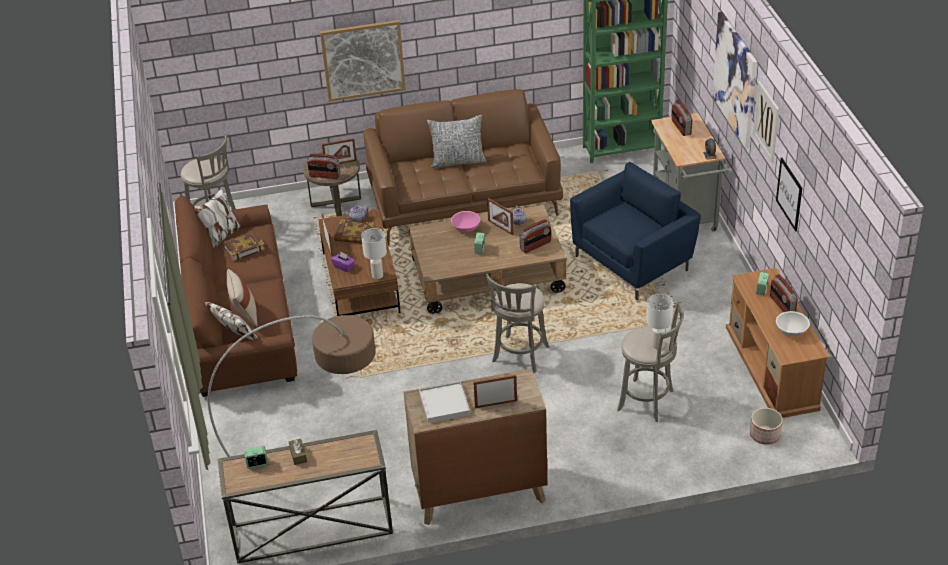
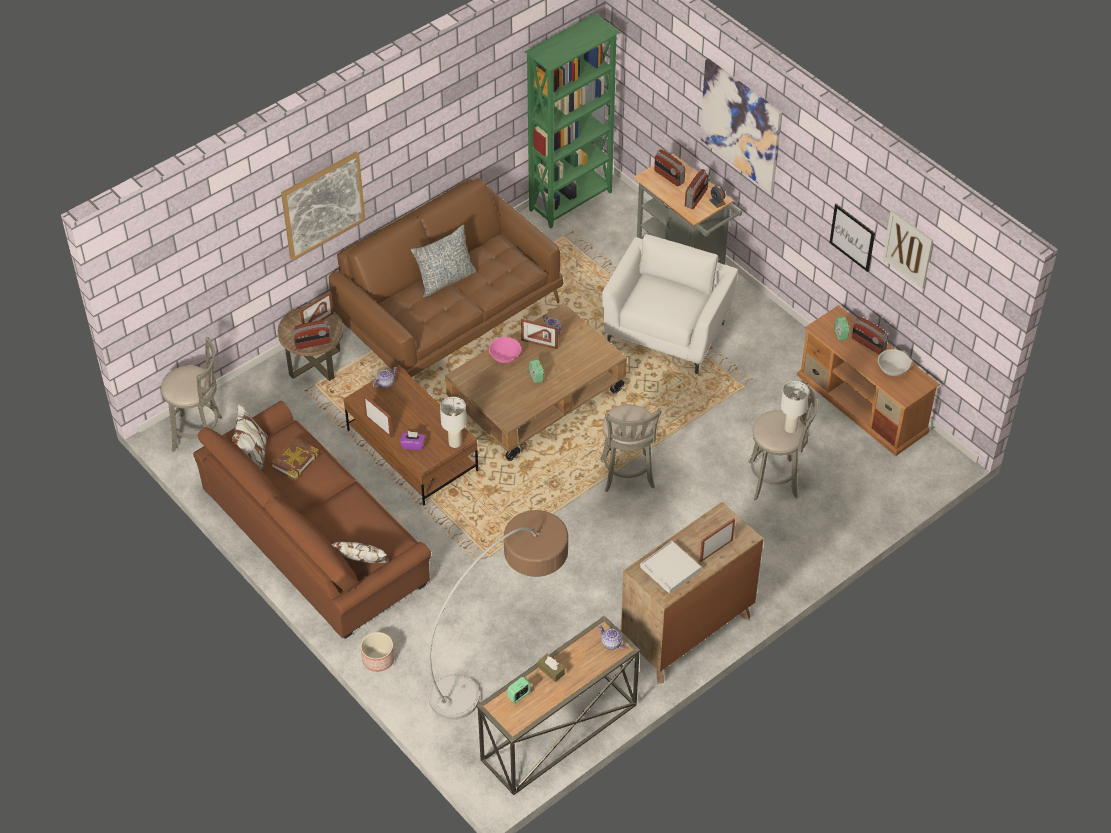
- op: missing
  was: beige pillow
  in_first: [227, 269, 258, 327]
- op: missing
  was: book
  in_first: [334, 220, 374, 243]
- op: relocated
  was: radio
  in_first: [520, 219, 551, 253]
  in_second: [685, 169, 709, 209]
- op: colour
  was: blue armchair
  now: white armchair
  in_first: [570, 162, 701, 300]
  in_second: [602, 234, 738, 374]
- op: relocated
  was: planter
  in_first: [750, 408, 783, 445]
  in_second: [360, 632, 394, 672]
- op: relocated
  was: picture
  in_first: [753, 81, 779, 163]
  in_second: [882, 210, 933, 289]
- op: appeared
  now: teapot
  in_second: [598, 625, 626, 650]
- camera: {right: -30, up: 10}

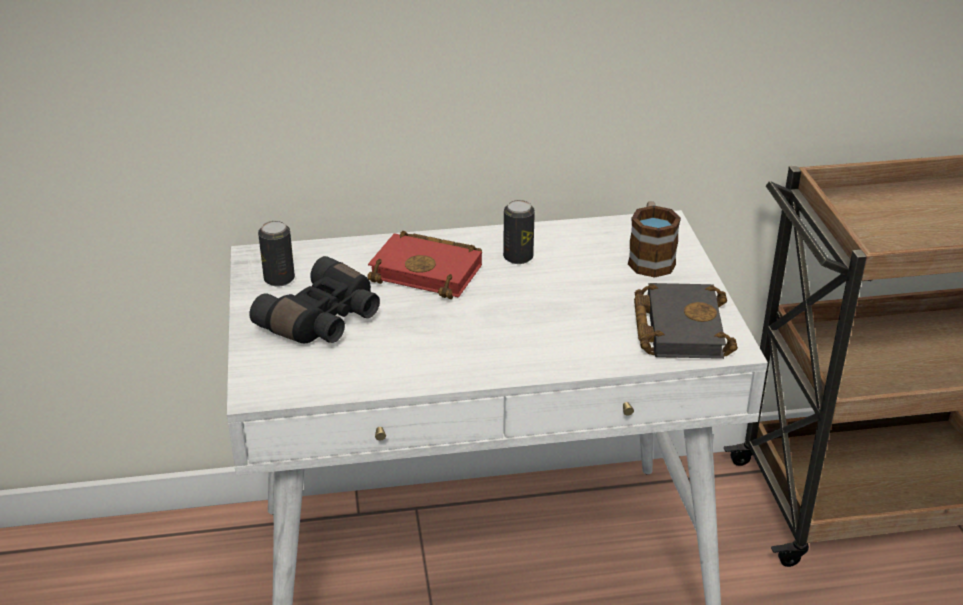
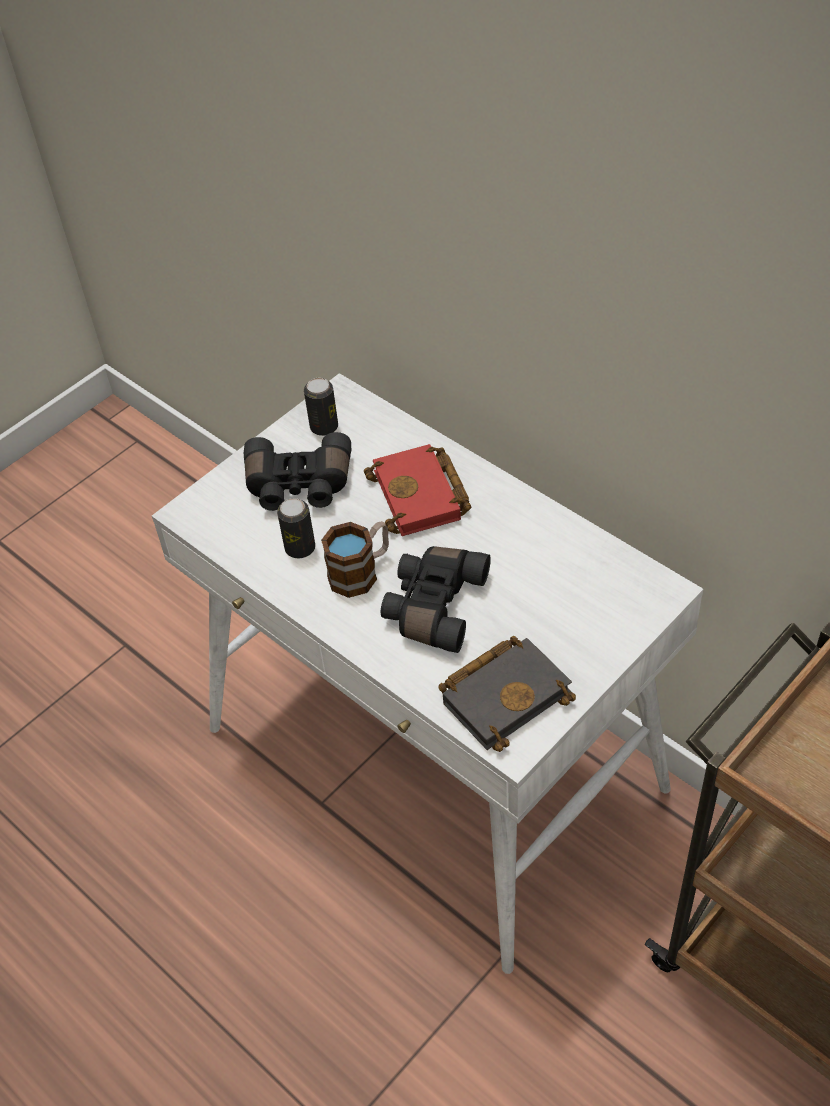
- op: relocated
  was: can
  in_first: [503, 200, 535, 264]
  in_second: [277, 498, 315, 558]
- op: relocated
  was: mug
  in_first: [628, 201, 681, 278]
  in_second: [321, 521, 389, 598]
- op: appeared
  now: black binoculars
  in_second: [381, 546, 491, 653]
- camera: {right: 55, up: 15}

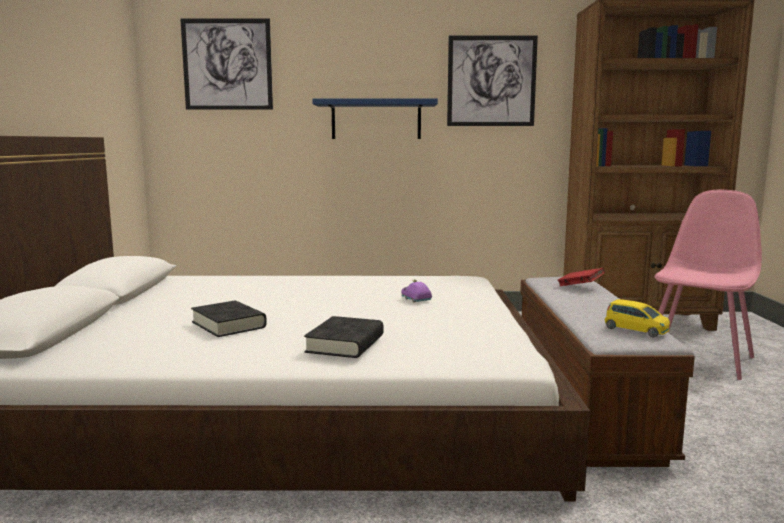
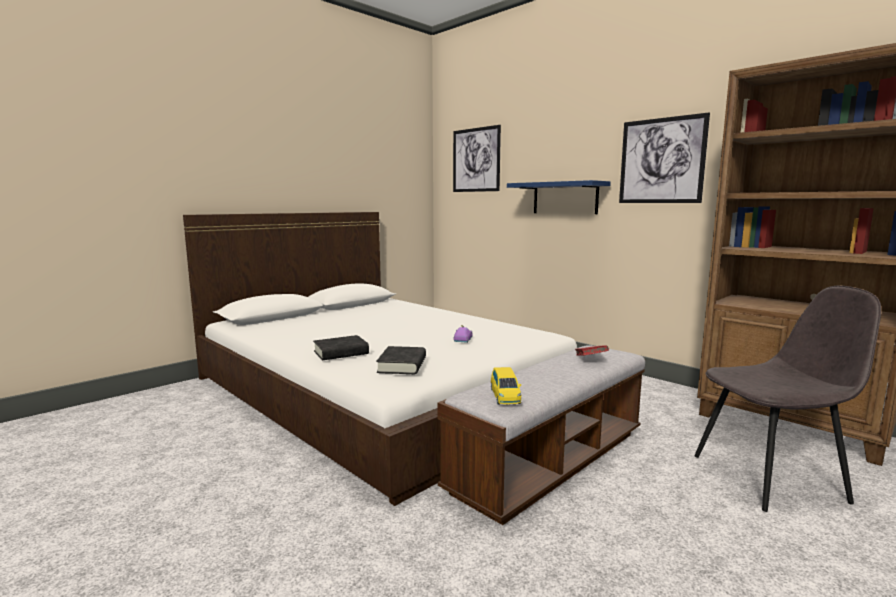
- op: relocated
  was: black book
  in_first: [191, 301, 267, 337]
  in_second: [376, 346, 426, 374]
- op: colour
  was: pink chair
  now: grey chair
  in_first: [654, 190, 762, 380]
  in_second: [695, 285, 881, 512]
- camera: {right: 45, up: 0}

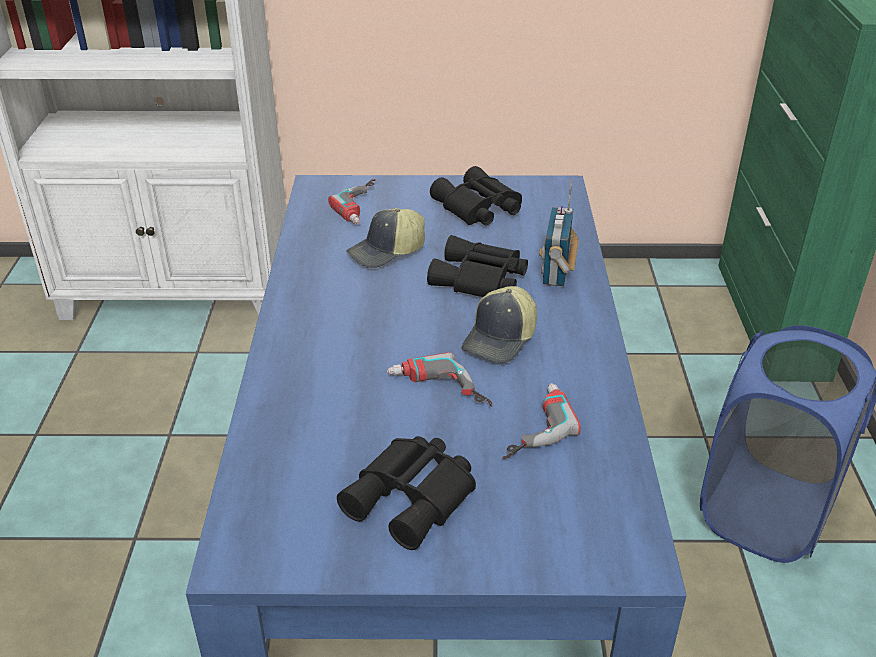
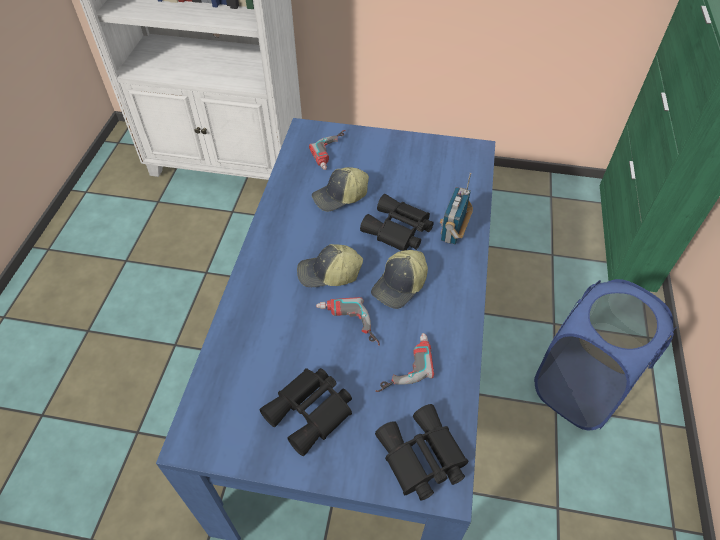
- op: relocated
  was: black binoculars
  in_first: [430, 166, 522, 225]
  in_second: [375, 404, 468, 501]
- op: appeared
  now: cap
  in_second: [297, 244, 363, 287]
- camera: {right: 10, up: 15}

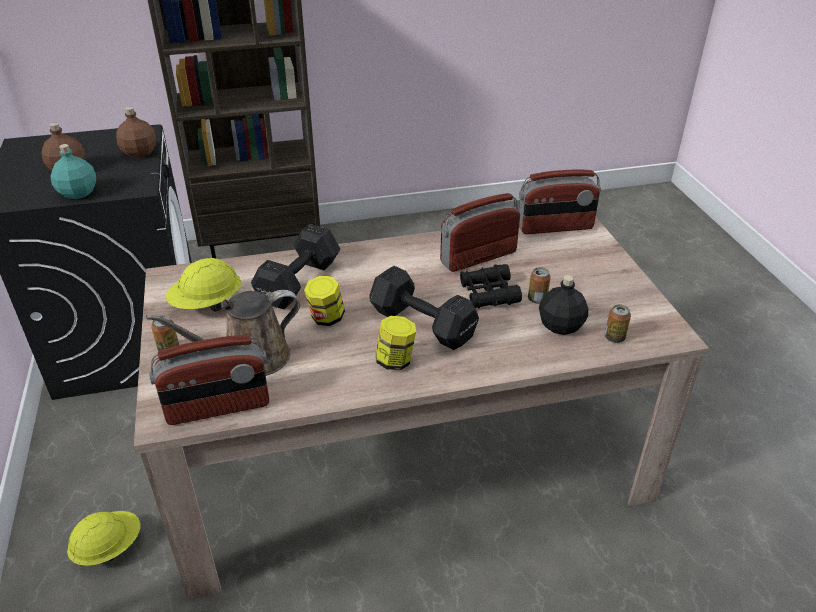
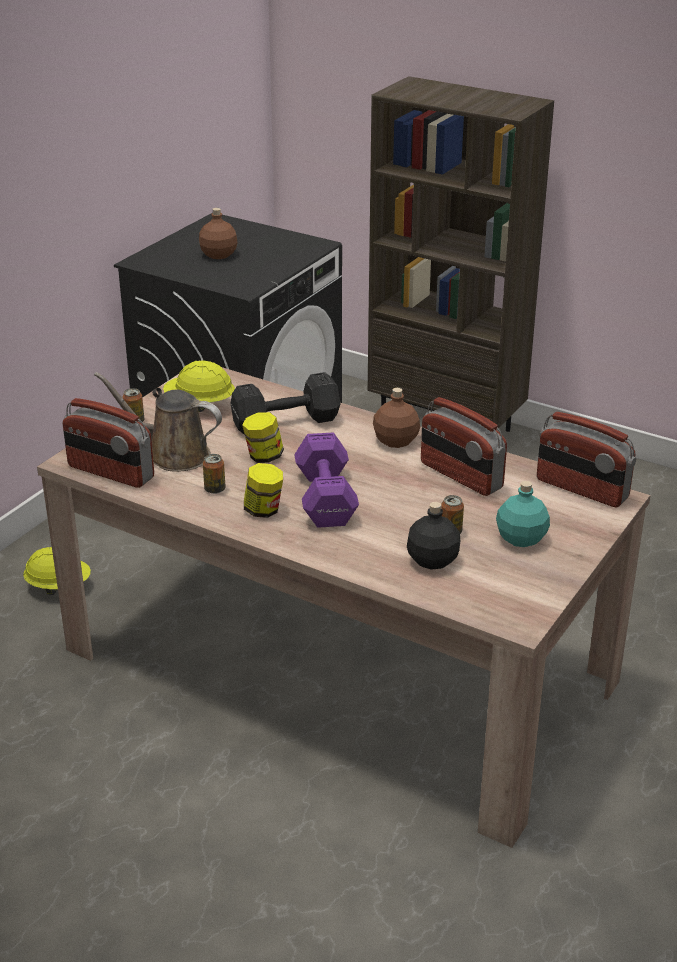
- op: relocated
  was: turquoise bottle
  in_first: [50, 144, 96, 199]
  in_second: [496, 481, 550, 547]
- op: relocated
  was: brown bottle
  in_first: [116, 107, 156, 158]
  in_second: [373, 388, 420, 448]
- op: colour
  was: black dumbbell
  now: purple dumbbell
  in_first: [369, 266, 479, 350]
  in_second: [294, 432, 359, 528]
- op: spun
  was: radio
  in_first: [440, 193, 520, 272]
  in_second: [421, 397, 507, 496]
  clockwise: -150
- op: missing
  was: black binoculars
  in_first: [460, 264, 522, 309]
- op: relocated
  was: can
  in_first: [605, 304, 631, 343]
  in_second: [203, 454, 226, 494]
- camera: {right: 45, up: -5}

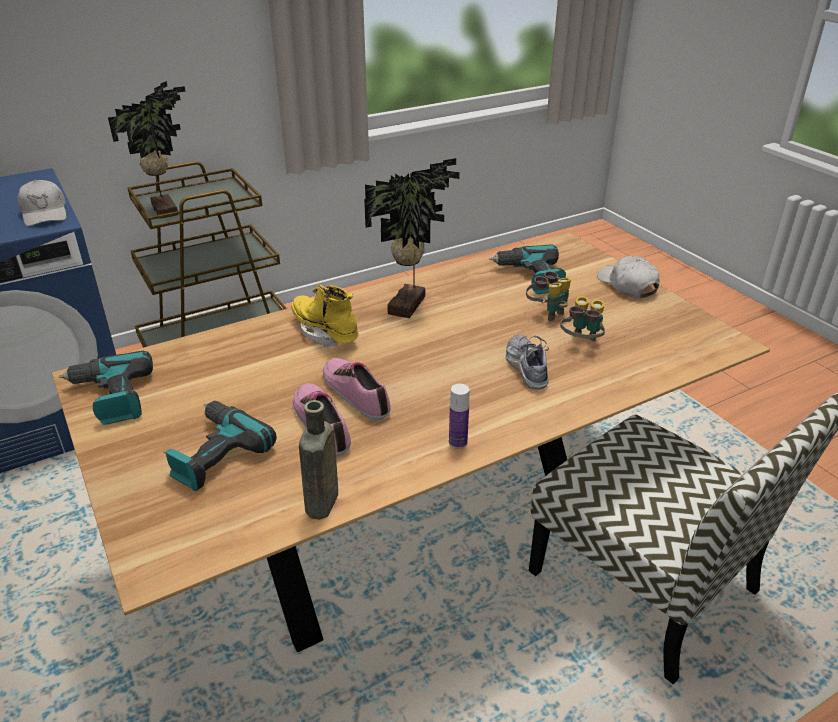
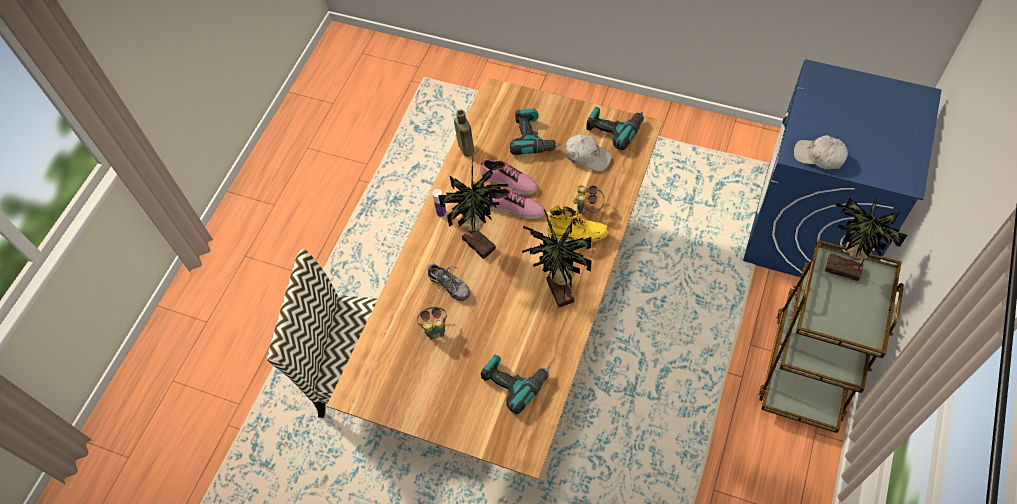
- op: relocated
  was: binoculars
  in_first: [526, 271, 571, 321]
  in_second: [573, 185, 604, 214]
- op: relocated
  was: white cap
  in_first: [597, 256, 659, 298]
  in_second: [565, 134, 612, 172]
- op: appeared
  now: potted plant
  in_second: [438, 156, 508, 259]
- camera: {right: 145, up: 25}

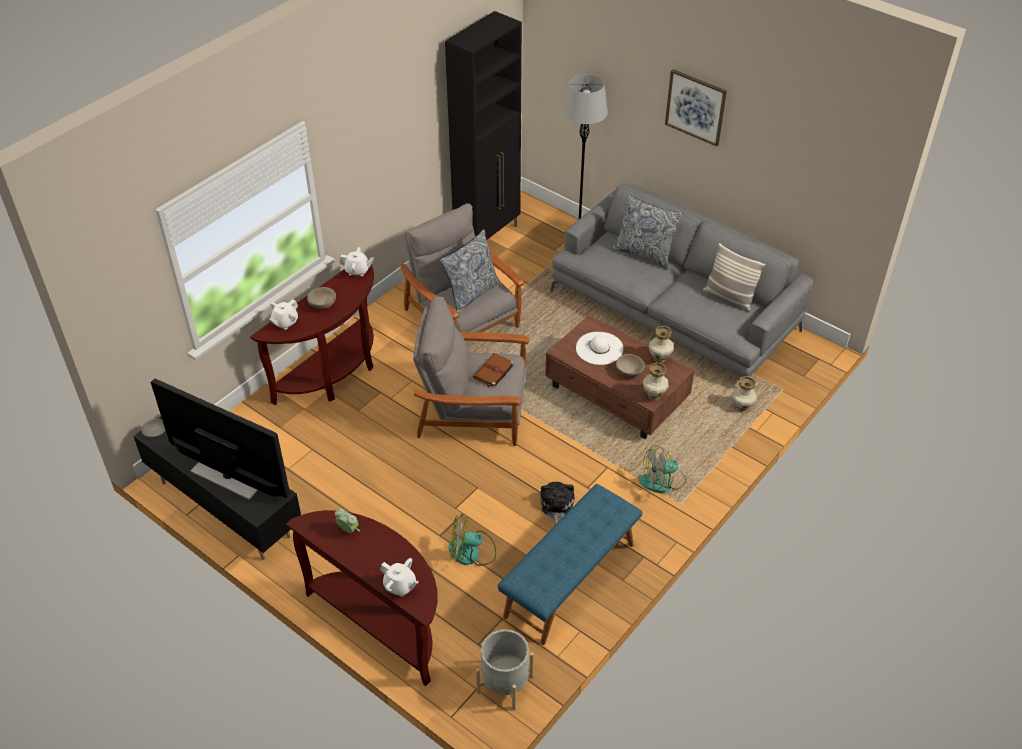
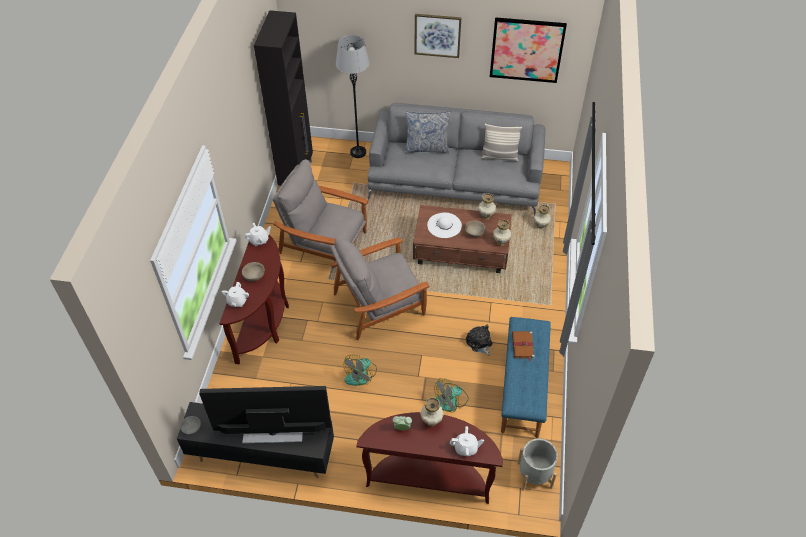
- op: missing
  was: pillow
  in_first: [440, 229, 501, 313]
- op: relocated
  was: brown book
  in_first: [473, 353, 514, 388]
  in_second: [512, 331, 535, 361]
- op: relocated
  was: fan
  in_first: [639, 445, 686, 494]
  in_second: [344, 354, 377, 386]
- op: appeared
  now: vase
  in_second: [420, 397, 444, 426]
- op: appeared
  now: picture
  in_second: [490, 17, 567, 83]
- camera: {right: -30, up: 5}

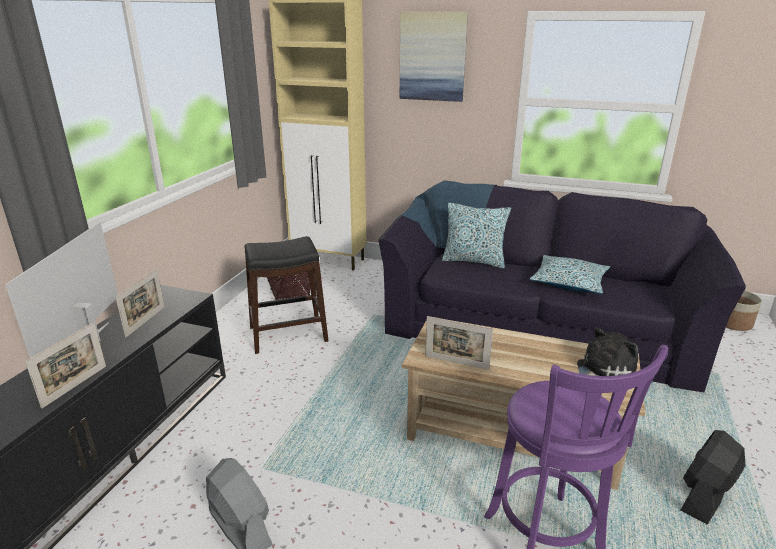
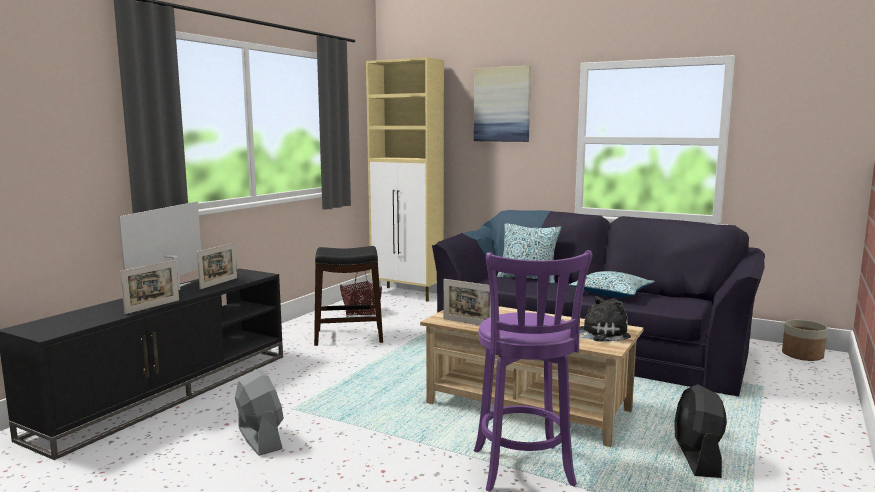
- op: spun
  was: black fan
  in_first: [681, 430, 746, 525]
  in_second: [674, 384, 727, 478]
  clockwise: -45
- camera: {right: 10, up: -15}

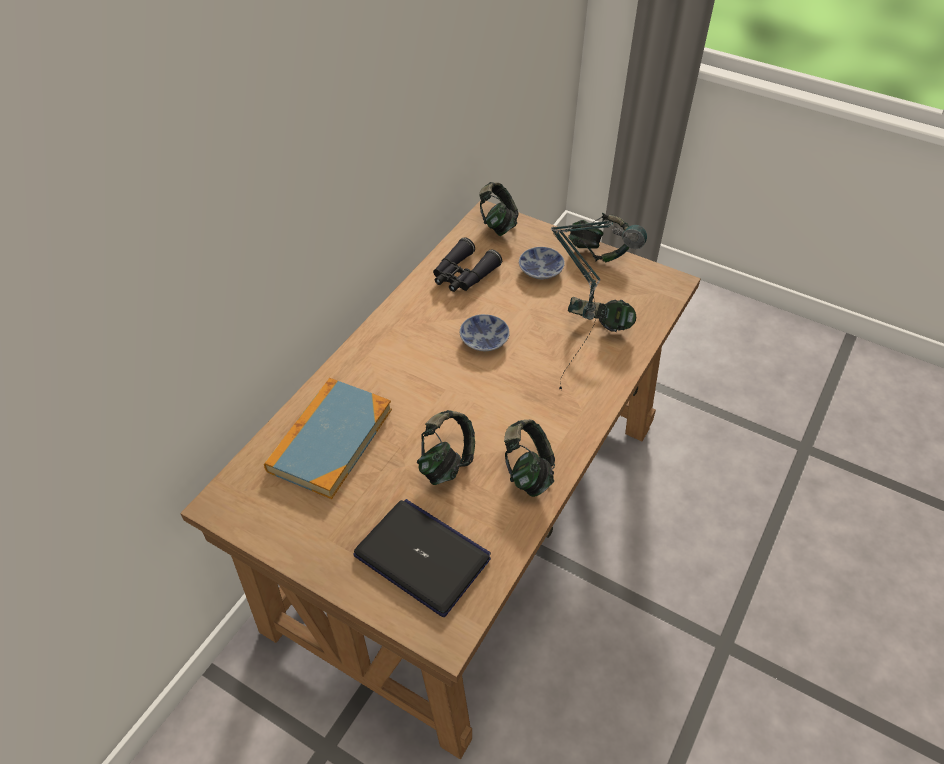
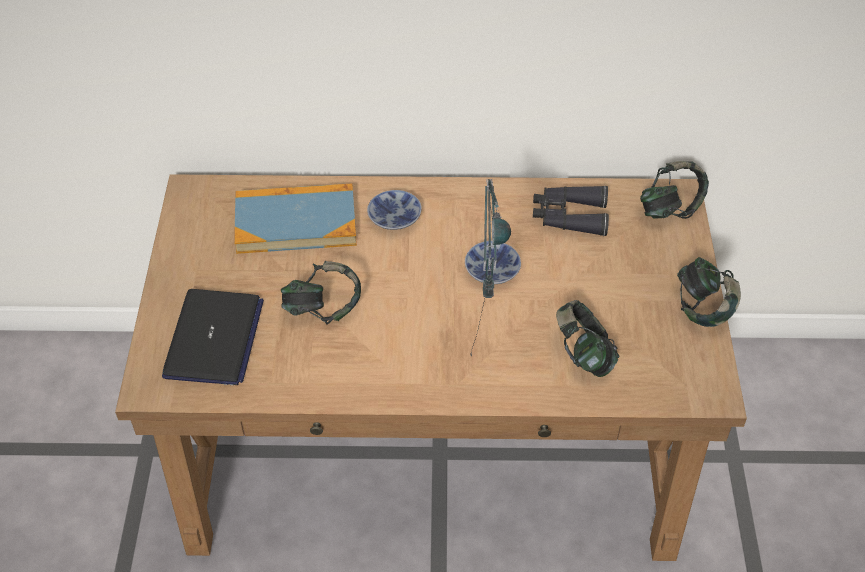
- op: missing
  was: headphones
  in_first: [504, 420, 555, 497]
- op: relocated
  was: bowl
  in_first: [519, 247, 565, 279]
  in_second: [367, 190, 422, 230]
- camera: {right: 60, up: 0}

